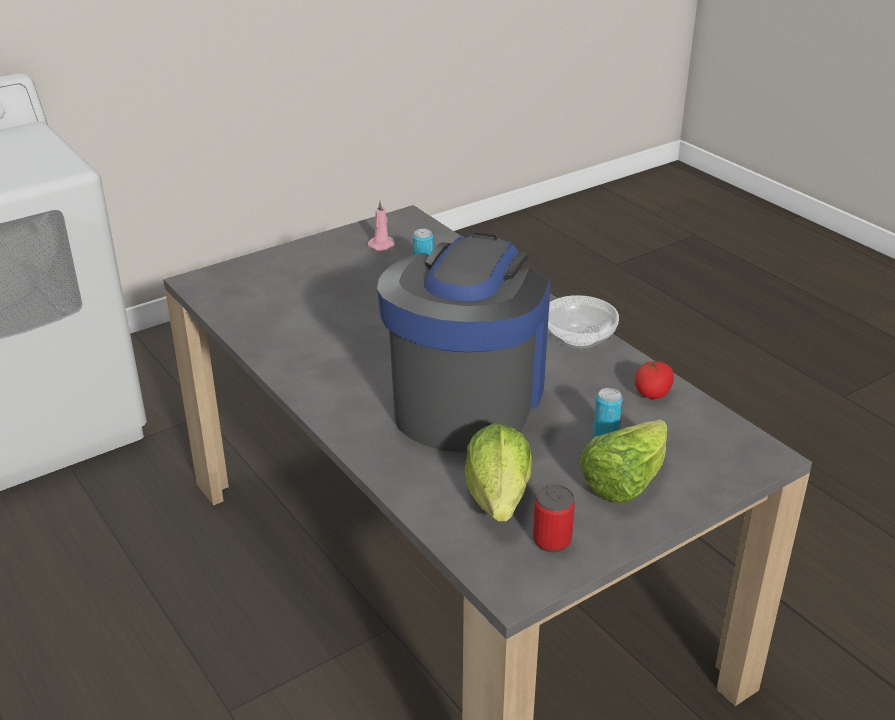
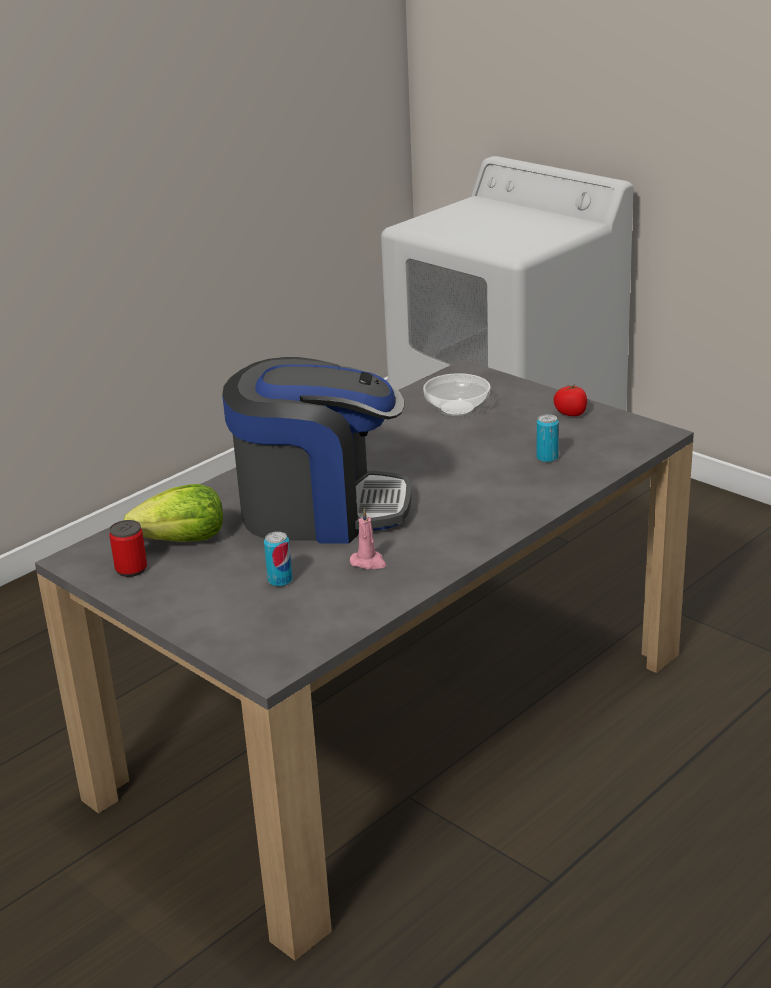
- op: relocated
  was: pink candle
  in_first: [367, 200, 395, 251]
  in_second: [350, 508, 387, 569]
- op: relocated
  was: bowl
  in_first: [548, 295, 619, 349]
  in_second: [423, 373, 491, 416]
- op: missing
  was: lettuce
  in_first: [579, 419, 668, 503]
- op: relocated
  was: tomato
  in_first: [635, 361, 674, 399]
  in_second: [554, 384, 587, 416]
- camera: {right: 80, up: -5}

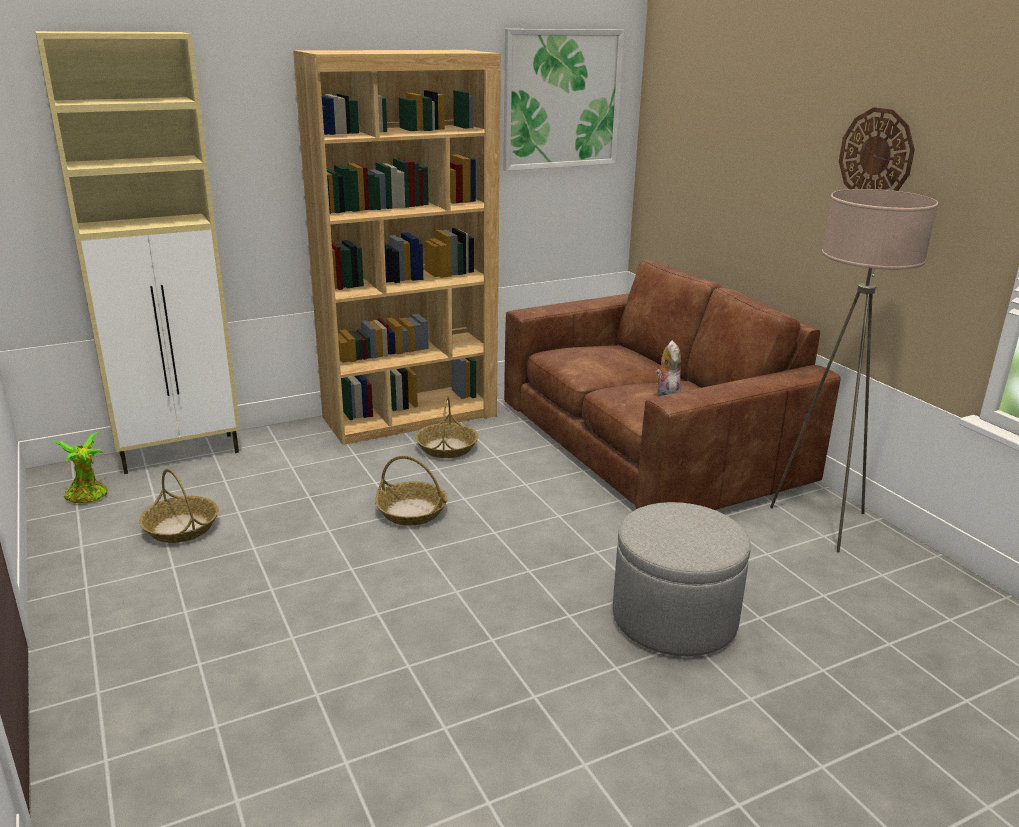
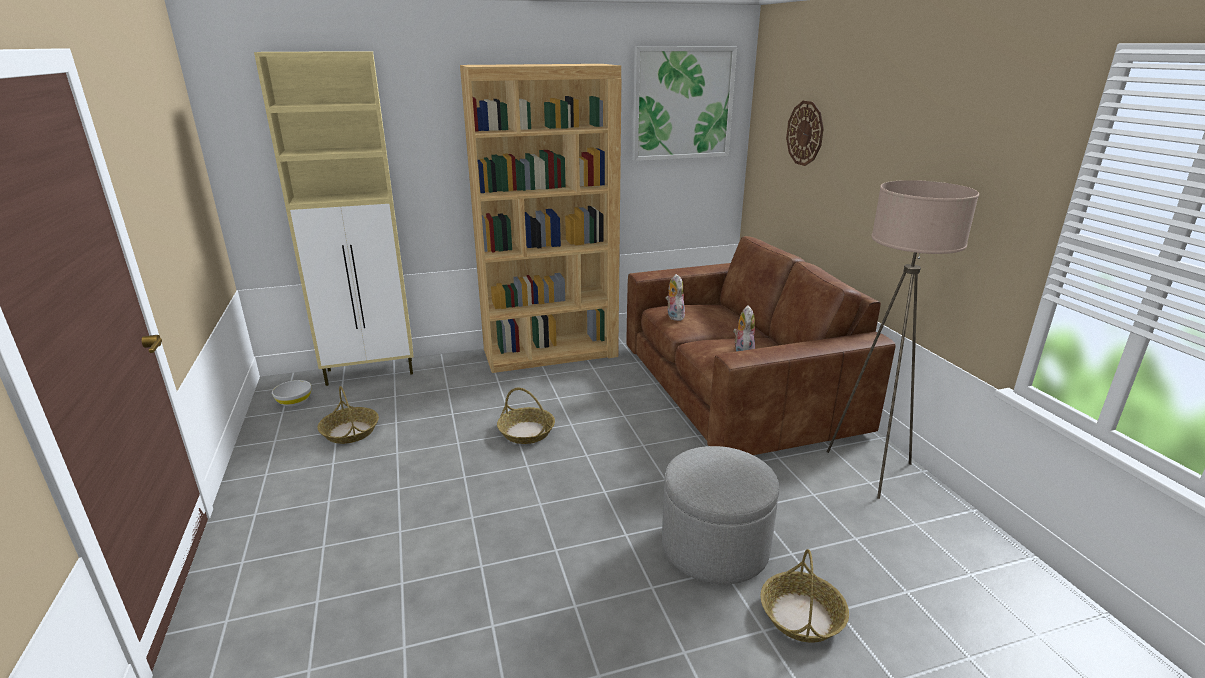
- op: exchanged
  was: potted plant
  now: white bowl
  in_first: [52, 432, 108, 503]
  in_second: [272, 380, 311, 407]
- op: relocated
  was: basket
  in_first: [415, 396, 478, 458]
  in_second: [760, 549, 849, 643]
- op: relocated
  was: wall clock
  in_first: [839, 107, 915, 191]
  in_second: [786, 101, 824, 166]
- op: appeared
  now: plush toy
  in_second: [666, 274, 685, 321]
- camera: {right: 10, up: 0}

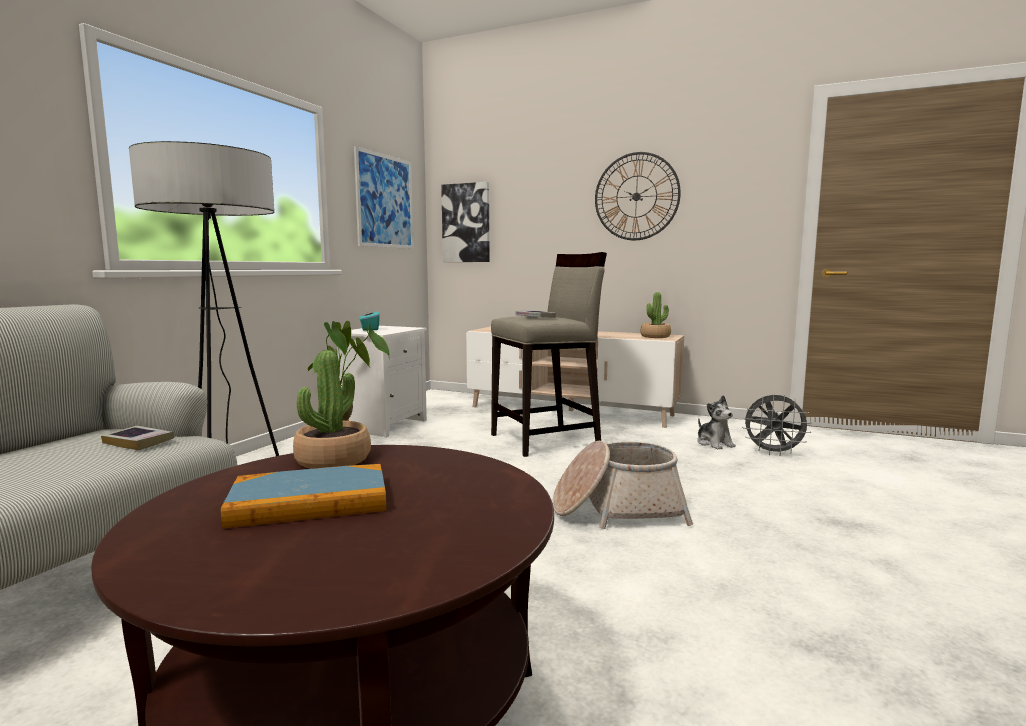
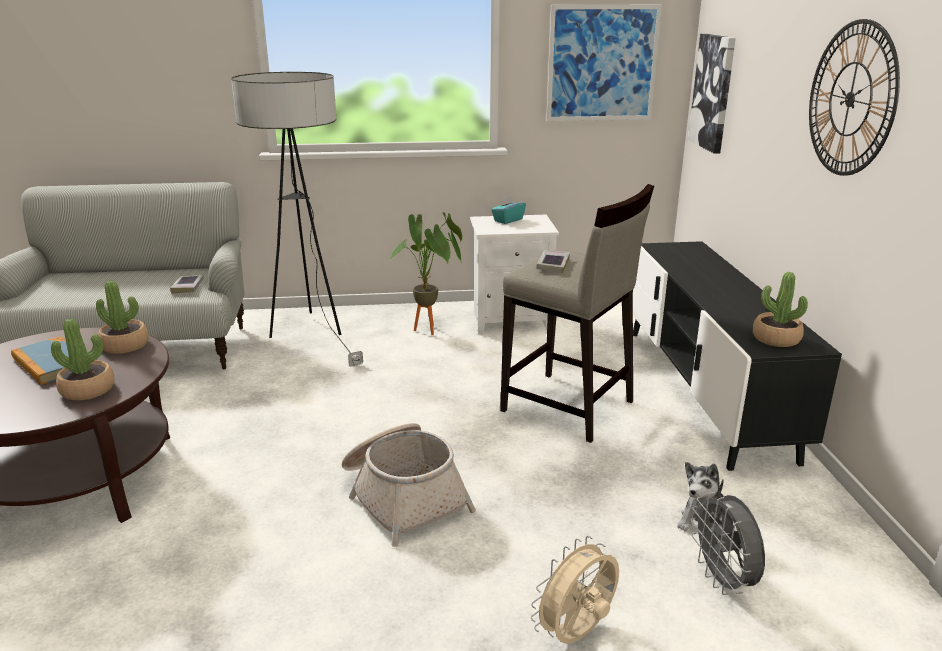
- op: colour
  was: beige tv stand
  now: black tv stand
  in_first: [466, 327, 684, 428]
  in_second: [633, 241, 842, 471]
- op: appeared
  now: potted plant
  in_second: [51, 319, 114, 400]
- op: appeared
  now: beige fan
  in_second: [531, 536, 619, 644]
- camera: {right: 60, up: 15}

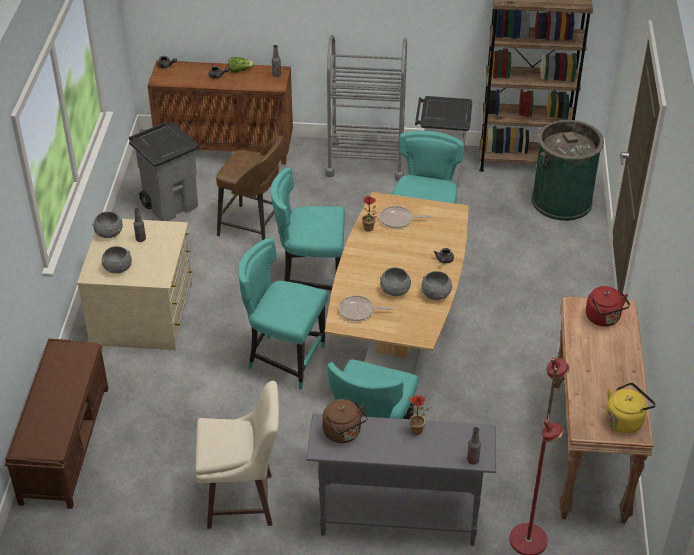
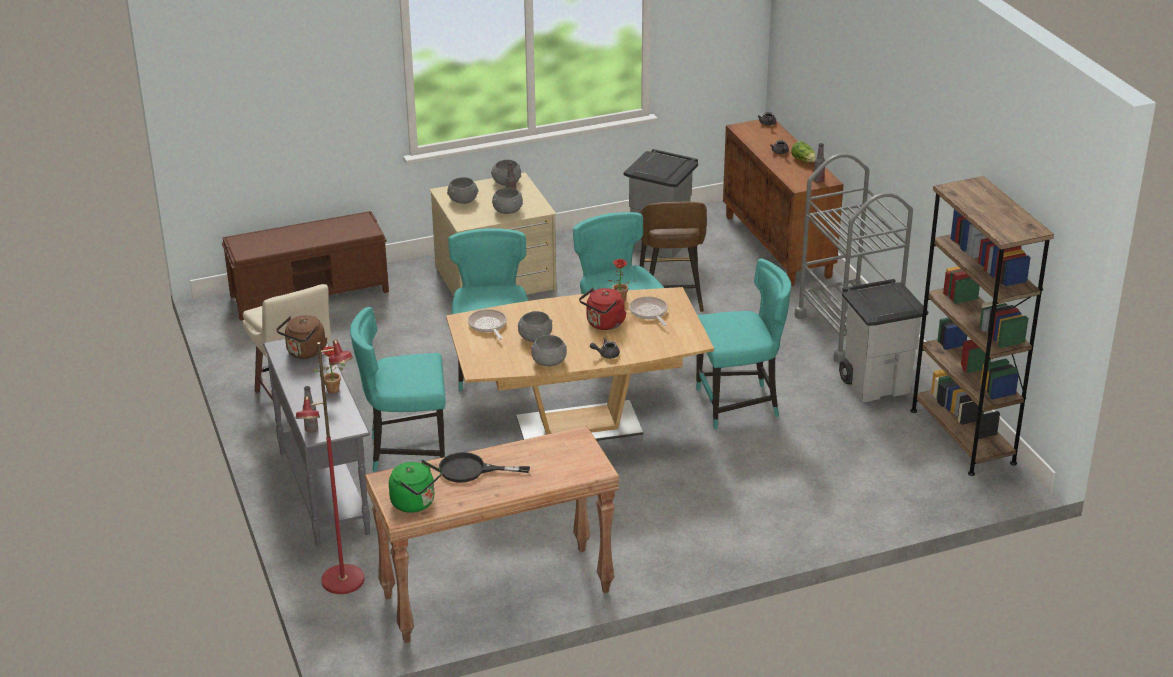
- op: missing
  was: green trash can
  in_first: [532, 120, 604, 221]
- op: relocated
  was: red kettle
  in_first: [586, 286, 630, 327]
  in_second: [579, 288, 627, 330]
- op: colour
  was: yellow kettle
  now: green kettle
  in_first: [606, 382, 656, 433]
  in_second: [389, 460, 442, 513]
- op: appeared
  now: black frying pan
  in_second: [439, 452, 530, 483]
- op: appeared
  now: grey bowl
  in_second: [492, 188, 523, 214]
- camera: {right: 65, up: -10}

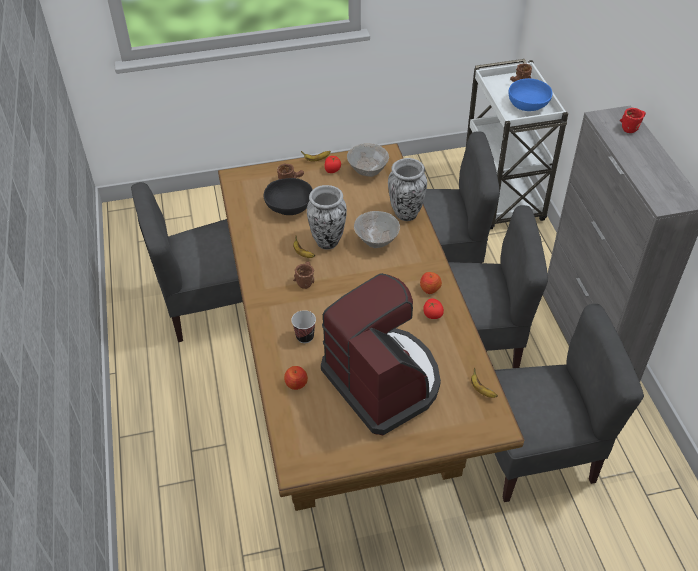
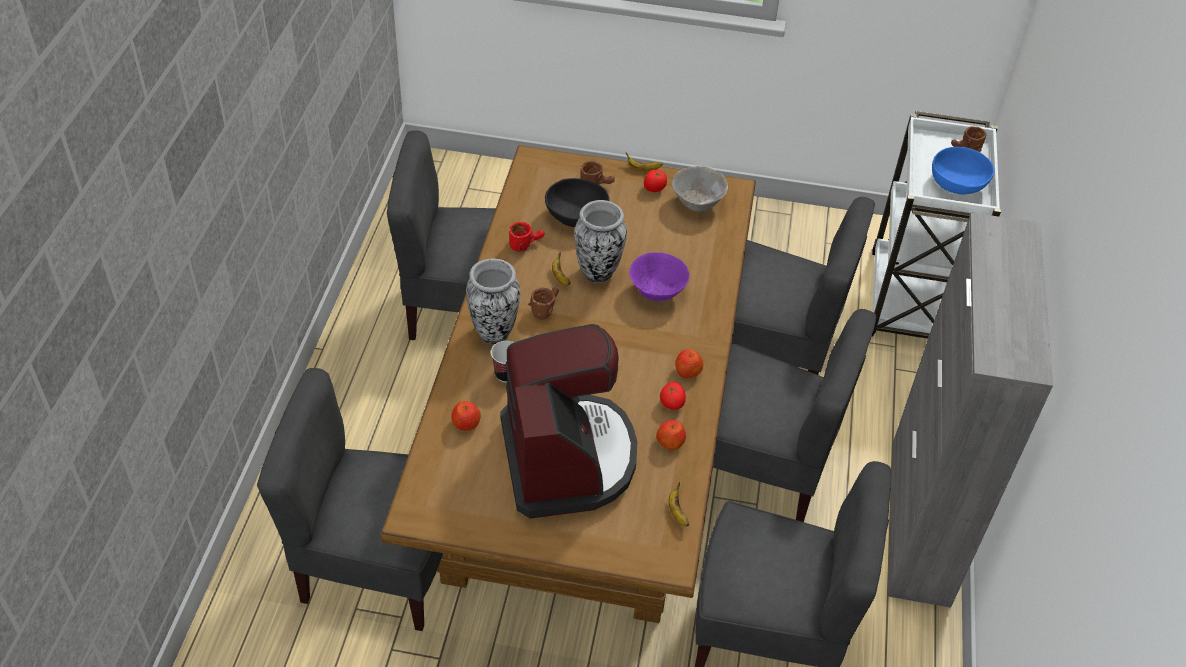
- op: colour
  was: grey bowl
  now: purple bowl
  in_first: [354, 211, 400, 248]
  in_second: [629, 252, 690, 302]
- op: relocated
  was: vase
  in_first: [388, 158, 427, 221]
  in_second: [466, 259, 520, 344]
- op: relocated
  was: red mug
  in_first: [620, 108, 646, 133]
  in_second: [509, 222, 545, 252]
- op: appeared
  now: grey chair
  in_second: [257, 368, 443, 631]
- op: appeared
  now: apple
  in_second: [656, 420, 686, 450]
- camera: {right: 20, up: 0}

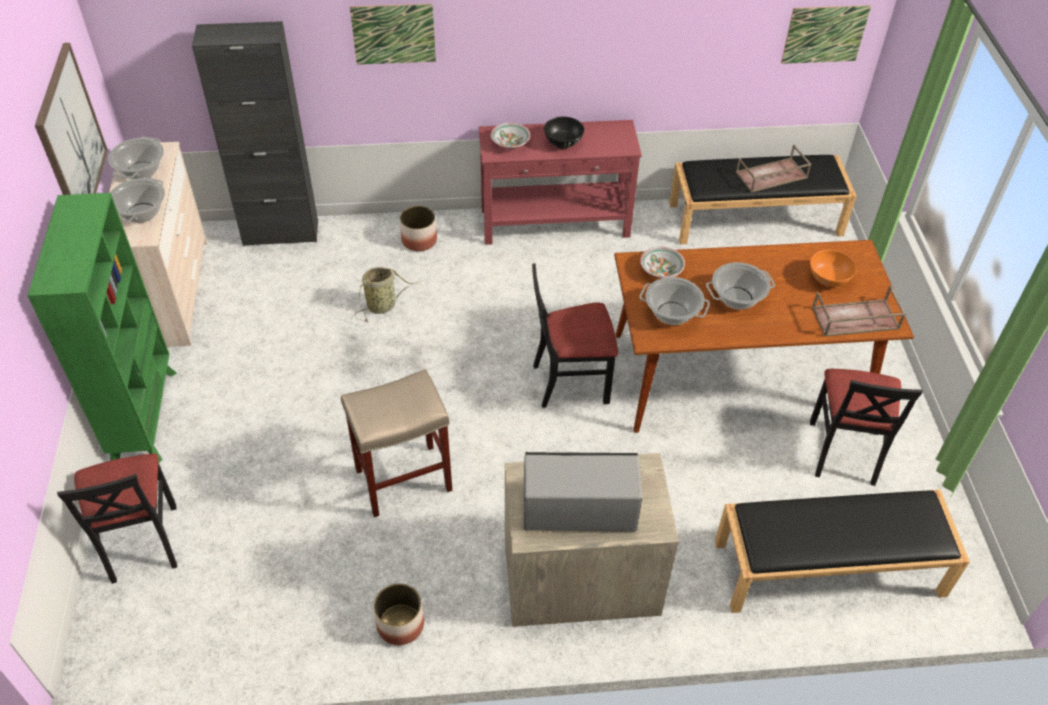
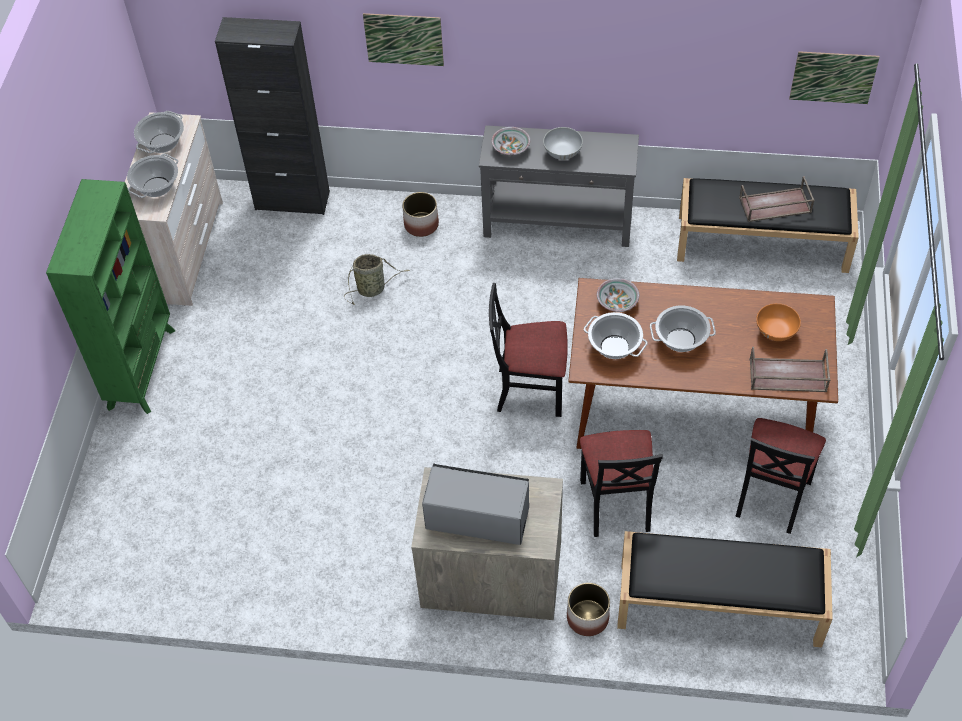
- op: missing
  was: picture
  in_first: [35, 43, 108, 195]
- op: relocated
  was: black chair
  in_first: [57, 454, 177, 584]
  in_second: [580, 430, 663, 537]
- op: missing
  was: beige stool
  in_first: [341, 369, 452, 517]
- op: relocated
  was: planter
  in_first: [373, 583, 424, 645]
  in_second: [567, 583, 610, 636]
- op: colour
  was: red console table
  now: grey console table
  in_first: [479, 120, 642, 245]
  in_second: [479, 125, 639, 247]
- op: colour
  was: black bowl
  now: white bowl
  in_first: [544, 117, 584, 149]
  in_second: [543, 127, 583, 160]
- camera: {right: 15, up: 5}

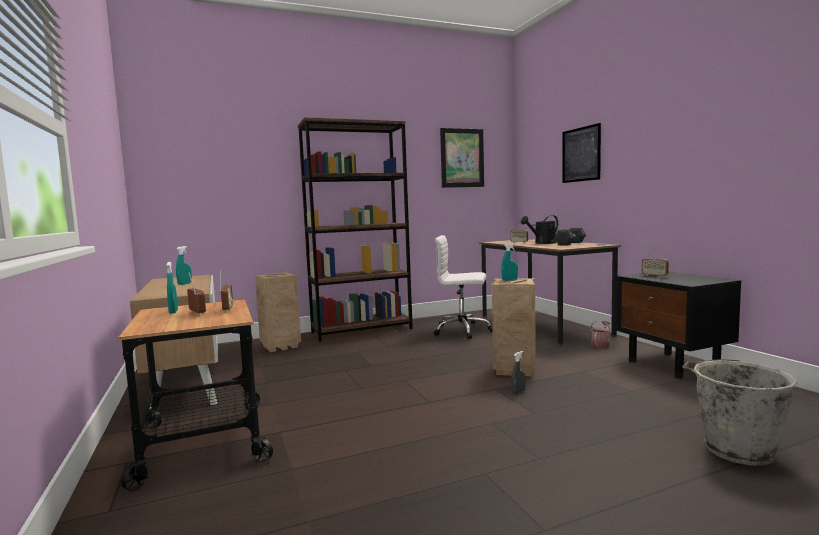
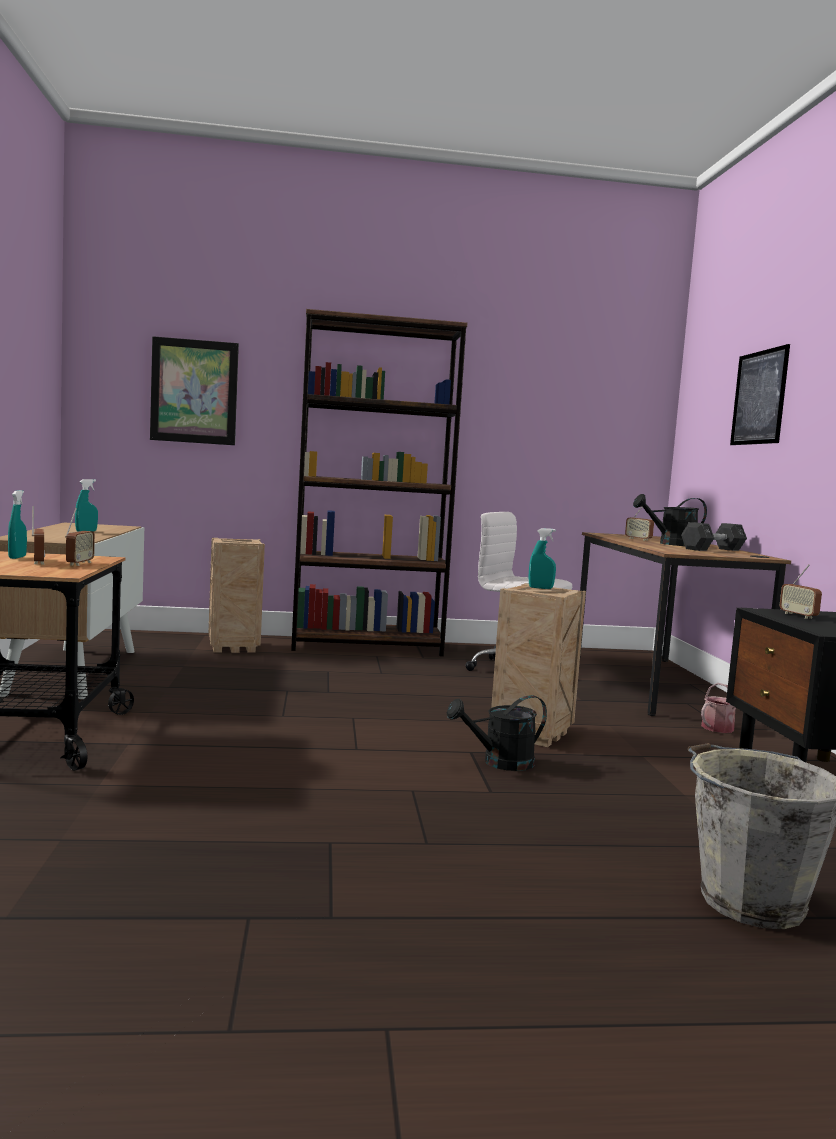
- op: relocated
  was: picture
  in_first: [440, 128, 484, 188]
  in_second: [150, 336, 239, 445]
- op: exchanged
  was: grey spray bottle
  now: black watering can
  in_first: [512, 351, 526, 395]
  in_second: [447, 695, 547, 771]
- camera: {right: 15, up: 0}

